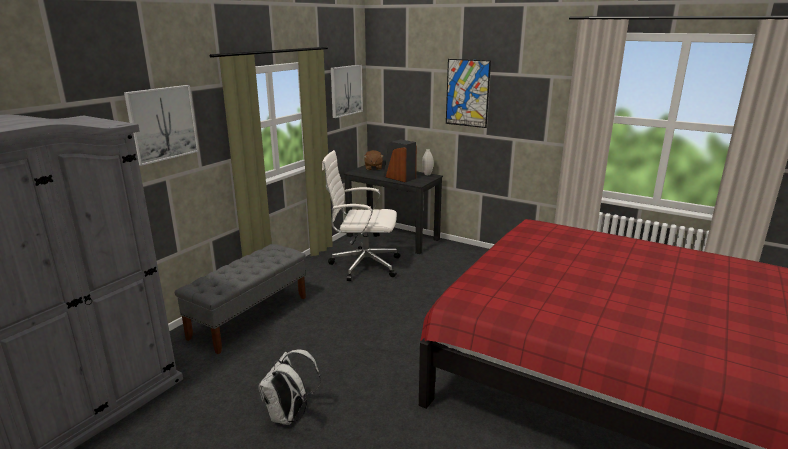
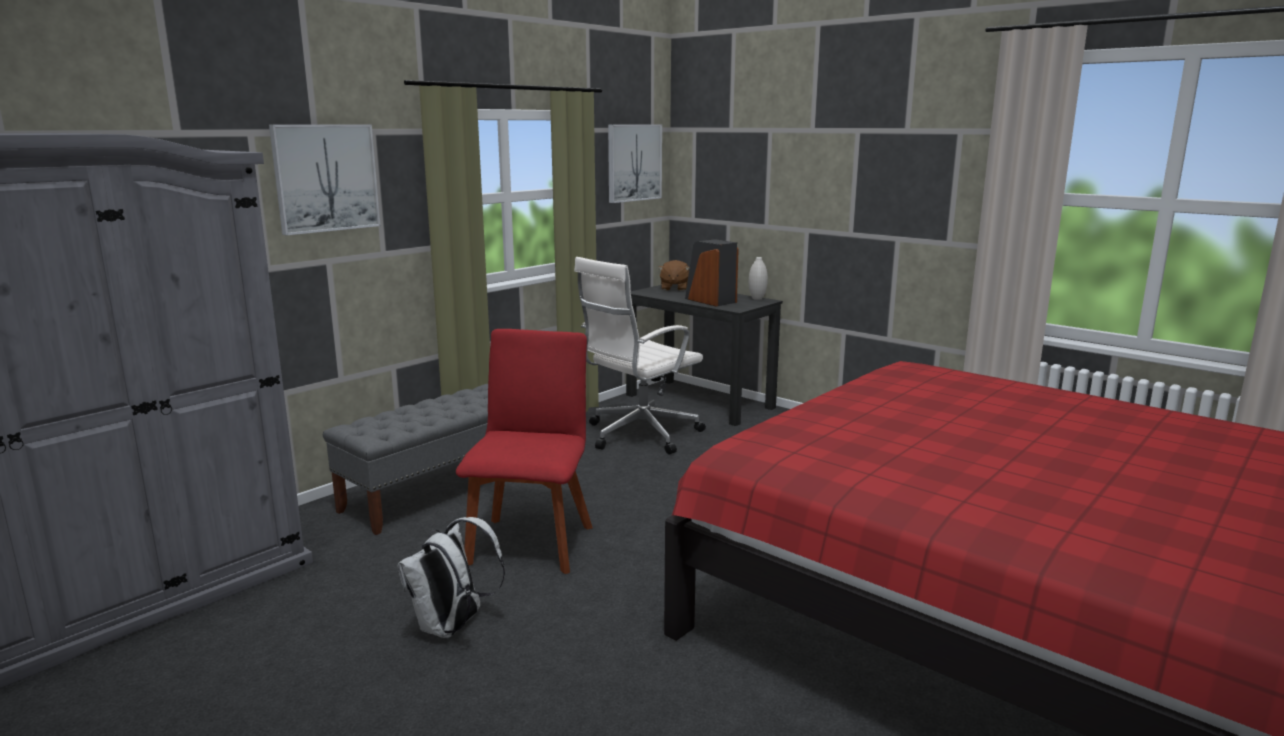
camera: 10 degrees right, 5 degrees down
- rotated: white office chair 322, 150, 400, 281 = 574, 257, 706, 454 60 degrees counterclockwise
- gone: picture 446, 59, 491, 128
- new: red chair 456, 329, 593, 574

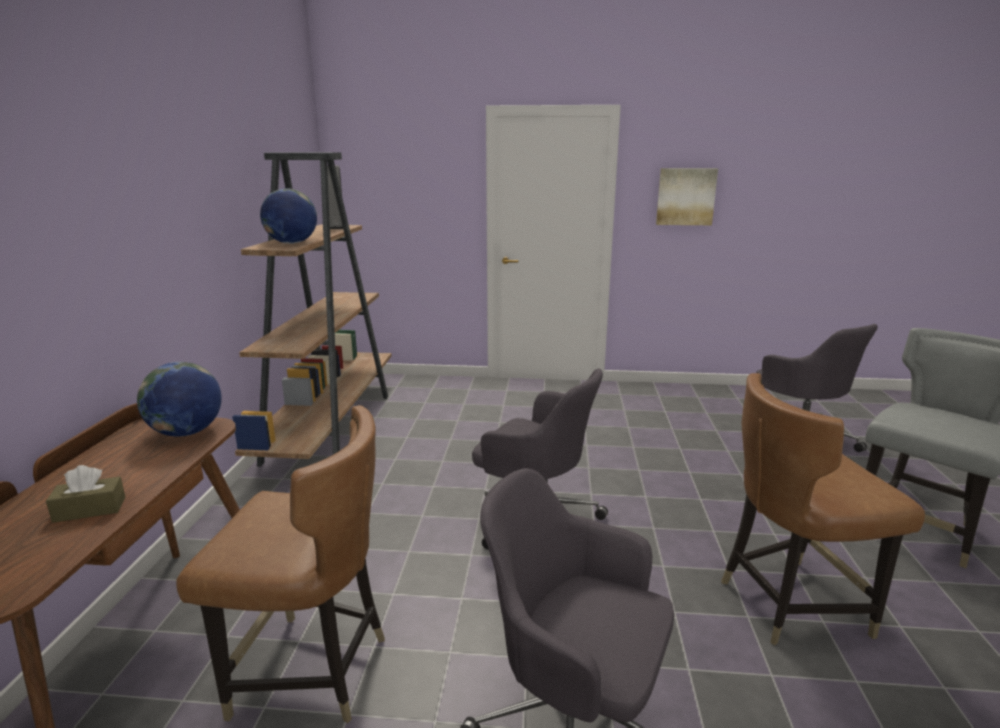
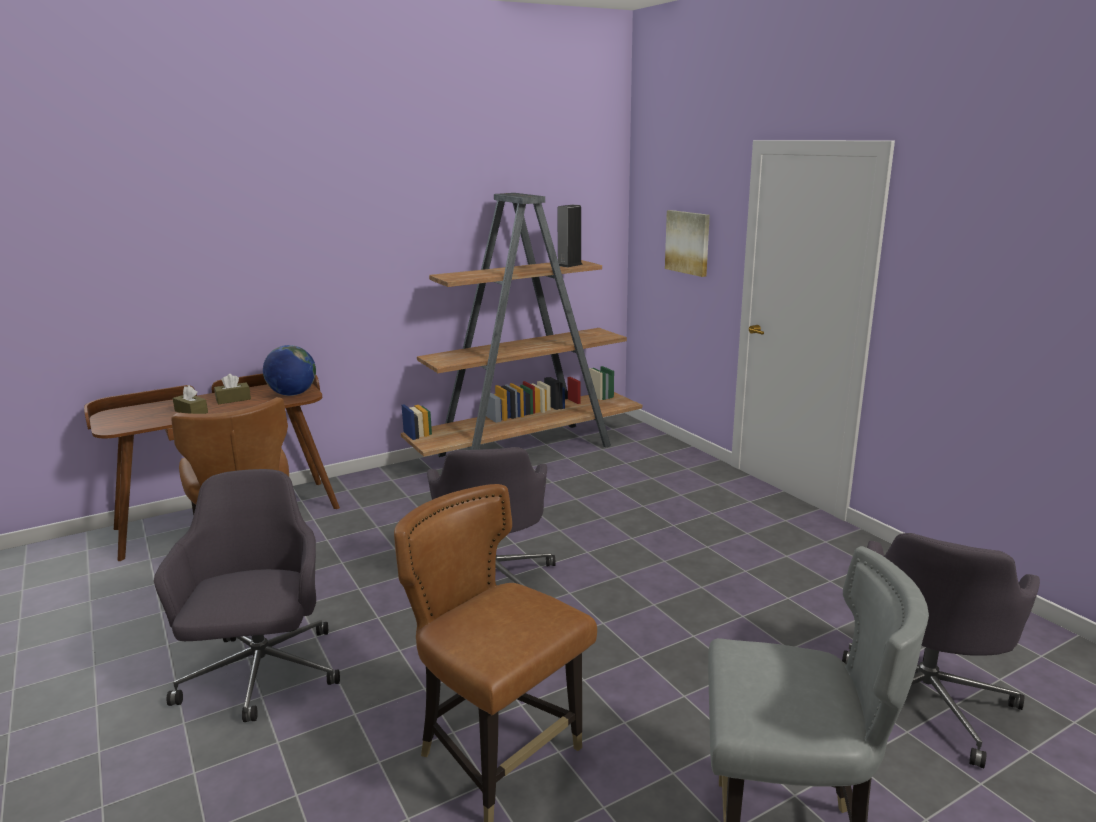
camera: 55 degrees right, 0 degrees up
- gone: globe 260, 188, 317, 244
- shifted: picture 656, 168, 718, 225 to 665, 210, 710, 277
- new: brown tissue box 214, 374, 251, 404

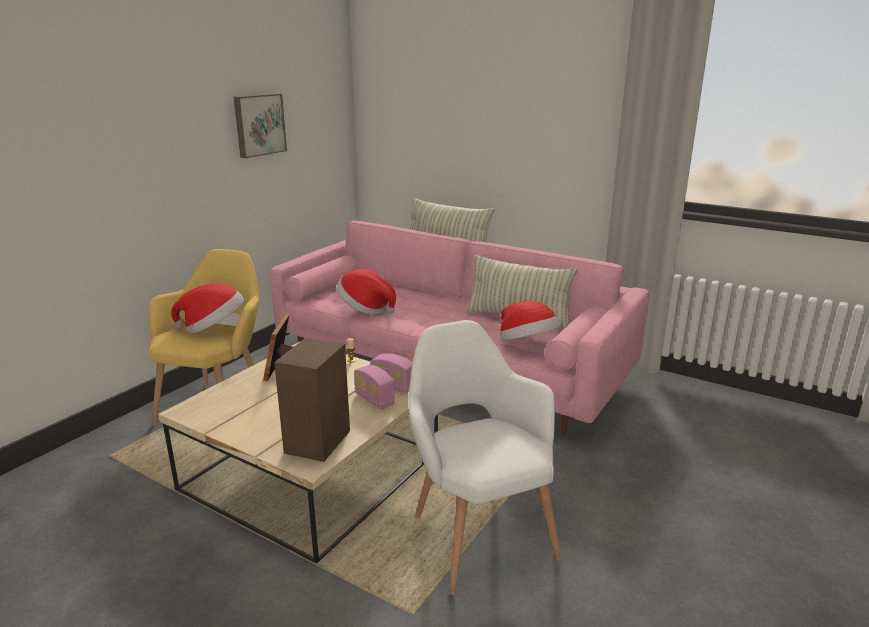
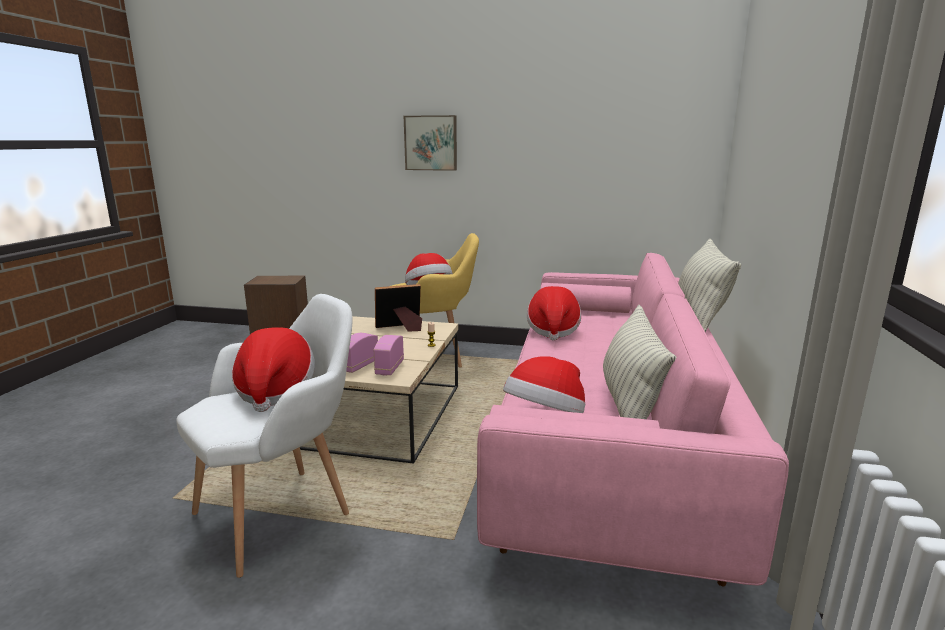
camera: 70 degrees right, 5 degrees down
- shifted: picture 234, 94, 287, 158 to 404, 115, 457, 171
- new: hat 232, 327, 315, 412

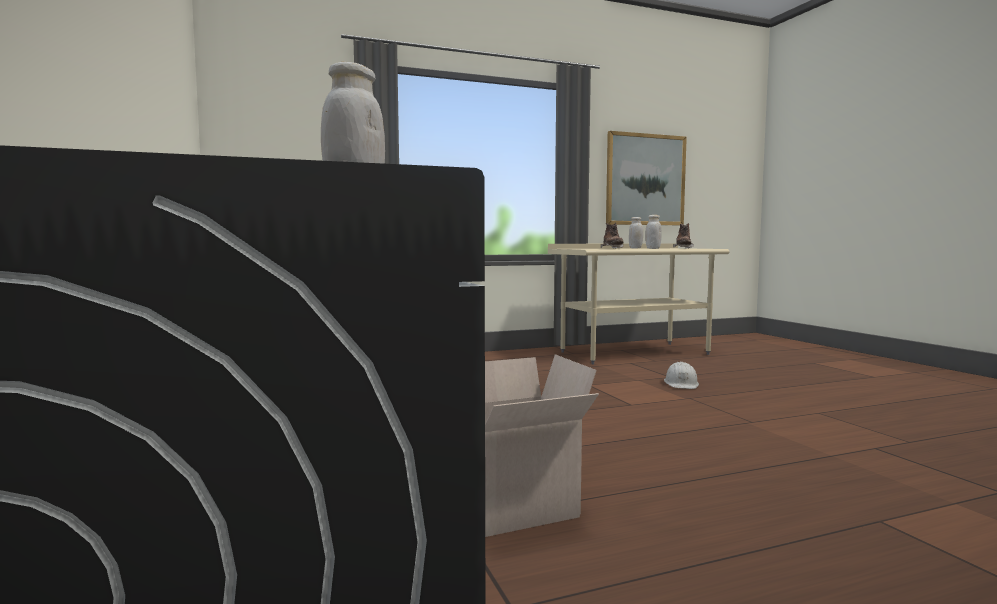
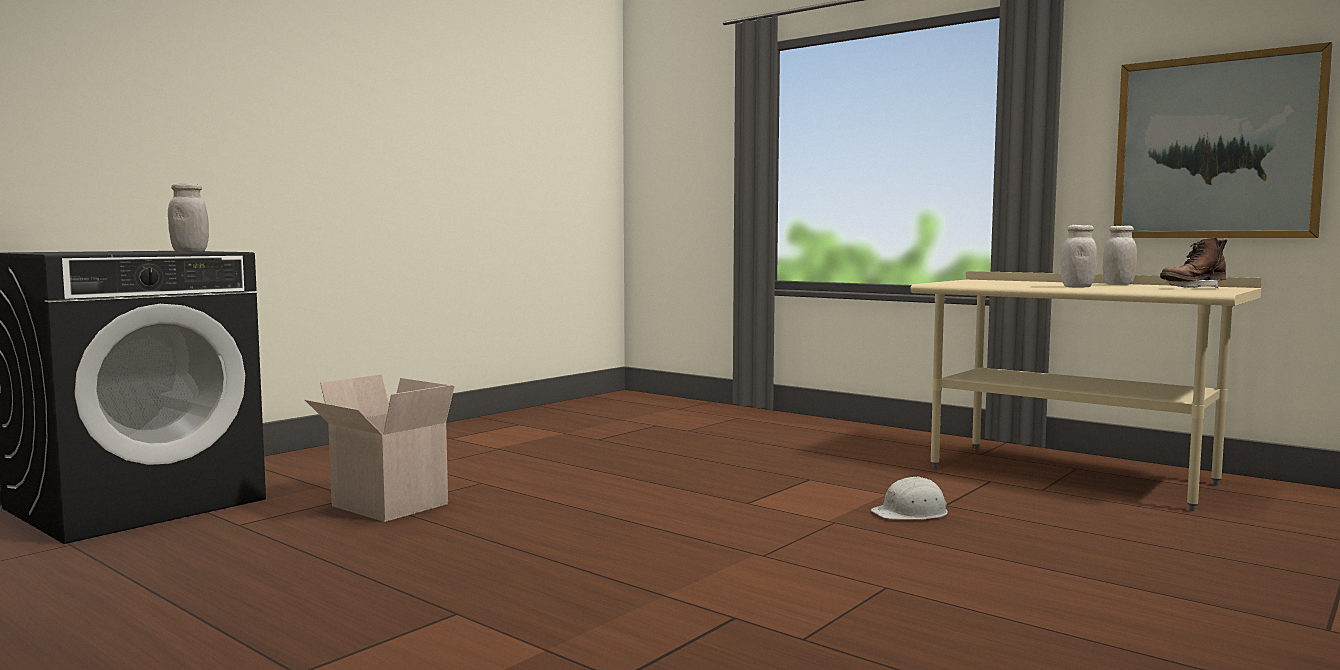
camera: 60 degrees right, 0 degrees up
- gone: brown boot 601, 223, 624, 249

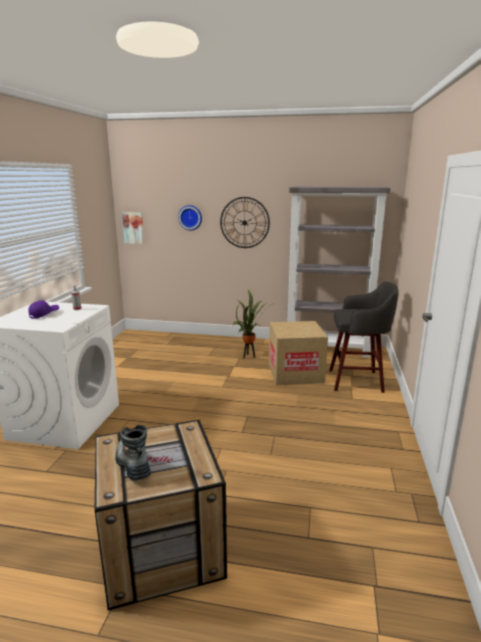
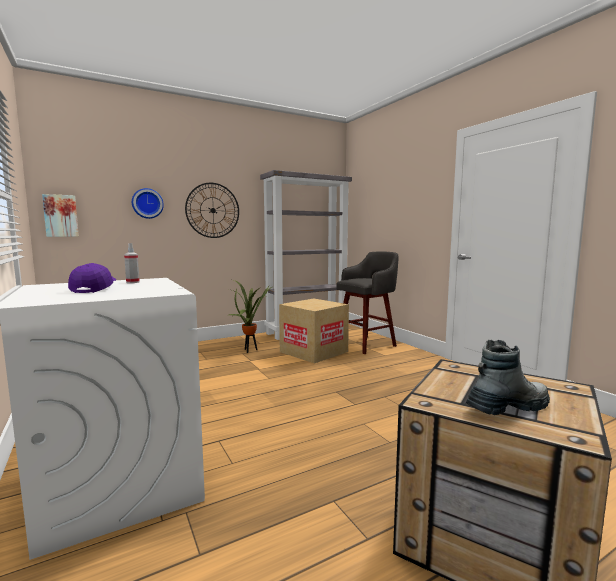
camera: 40 degrees left, 10 degrees down
- rotated: boot 115, 425, 151, 480 = 466, 340, 550, 415 135 degrees clockwise

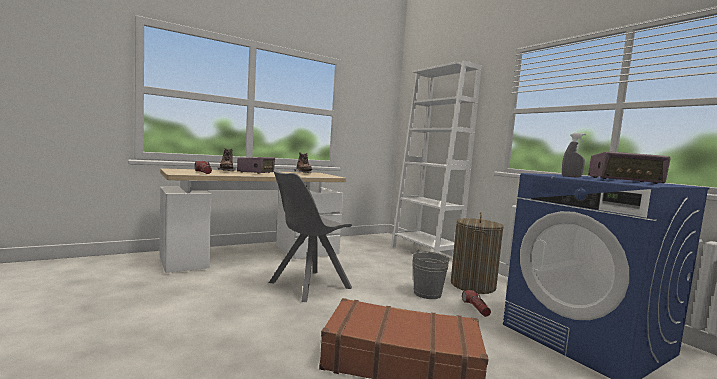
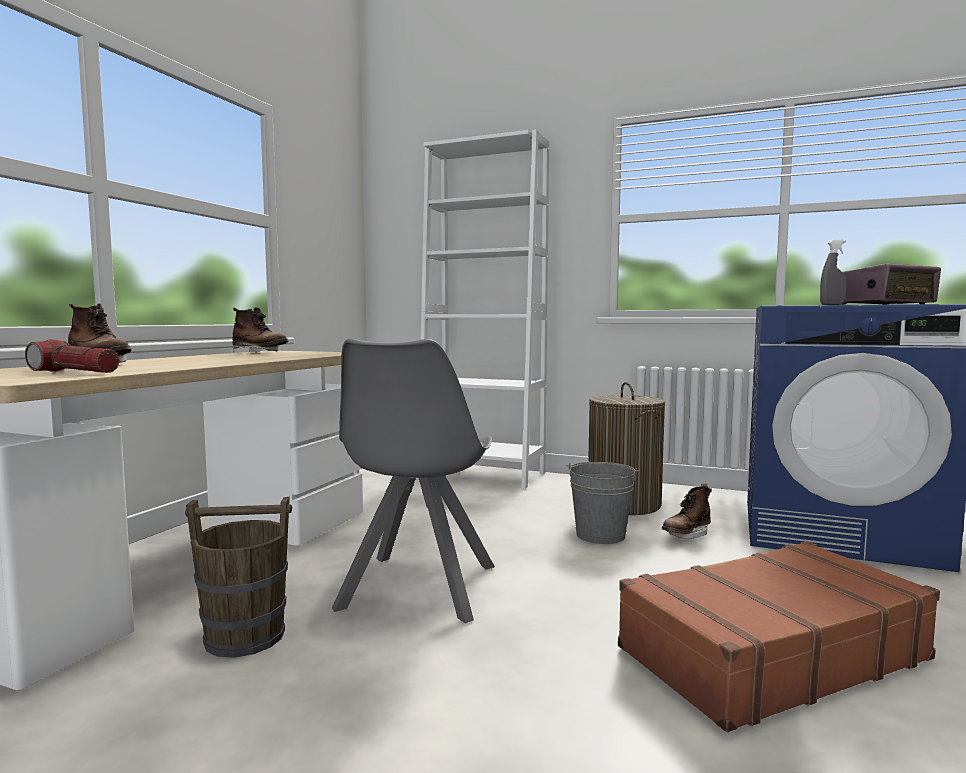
camera: 35 degrees left, 0 degrees up
- gone: radio 237, 157, 275, 174
- swapped: flashlight 462, 290, 491, 317 to brown boot 662, 483, 712, 539
- new: brown bucket 185, 497, 292, 658

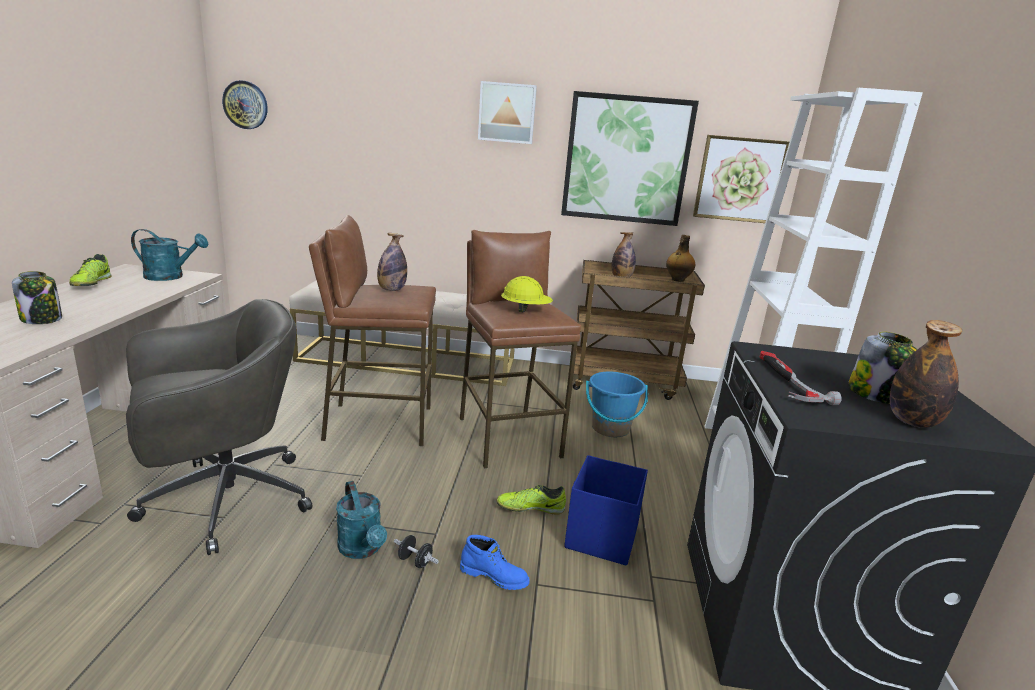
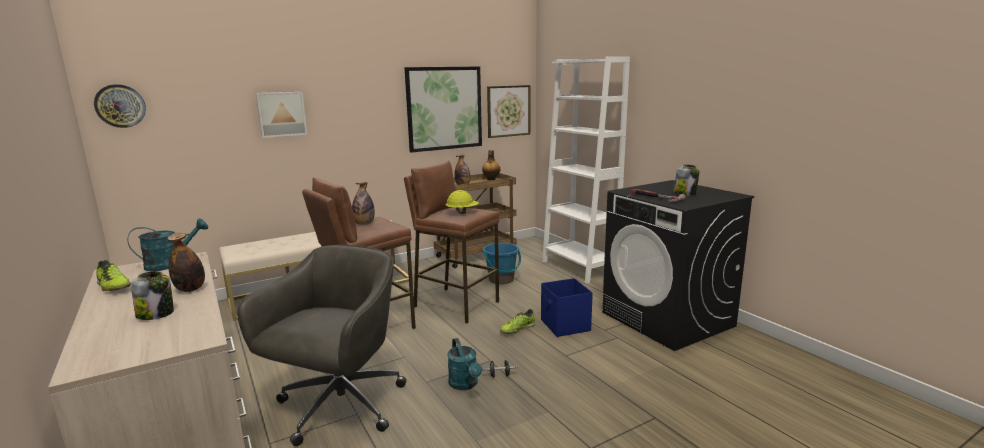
camera: 35 degrees left, 5 degrees down
- rotated: turquoise watering can 336, 481, 387, 559 = 447, 338, 482, 390 45 degrees clockwise
- gone: blue boot 460, 535, 530, 590
- shifted: picture 478, 81, 537, 144 to 256, 92, 307, 138
- shifted: bottle 890, 320, 962, 428 to 167, 233, 205, 292

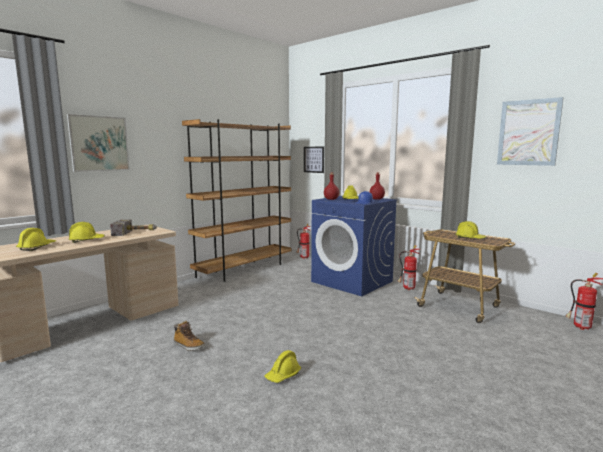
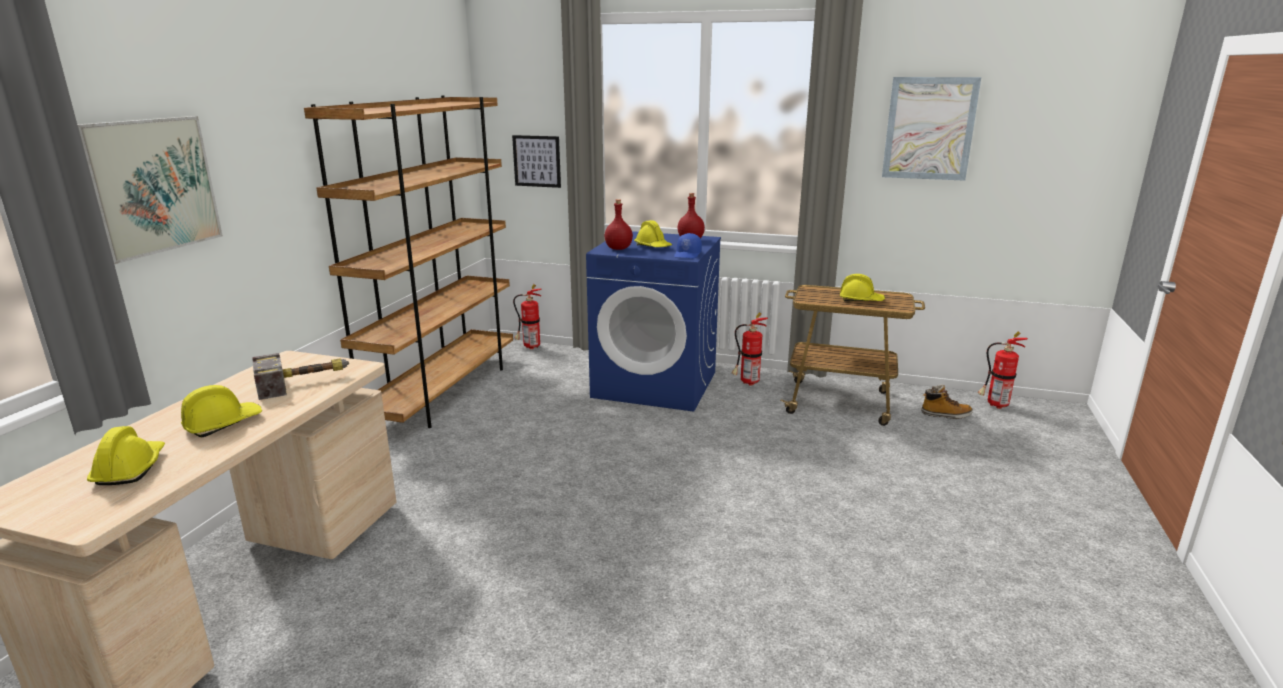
camera: 25 degrees left, 10 degrees up
- shifted: boot 174, 321, 205, 351 to 921, 384, 973, 419
- gone: yellow hard hat 265, 350, 301, 383

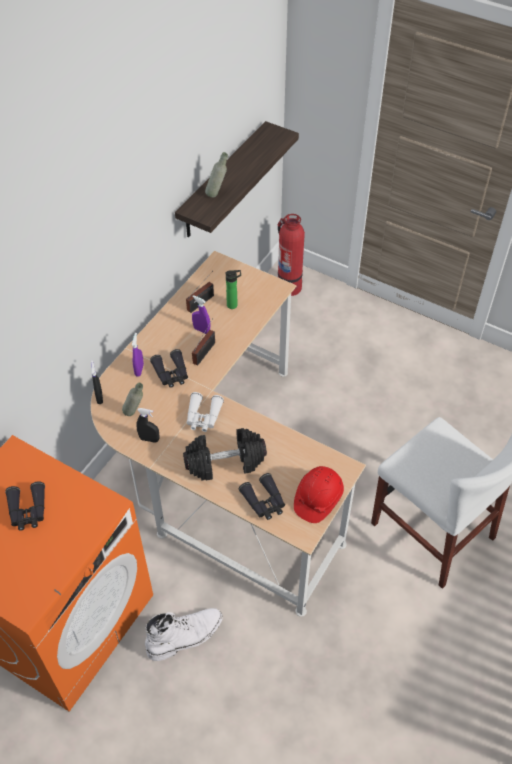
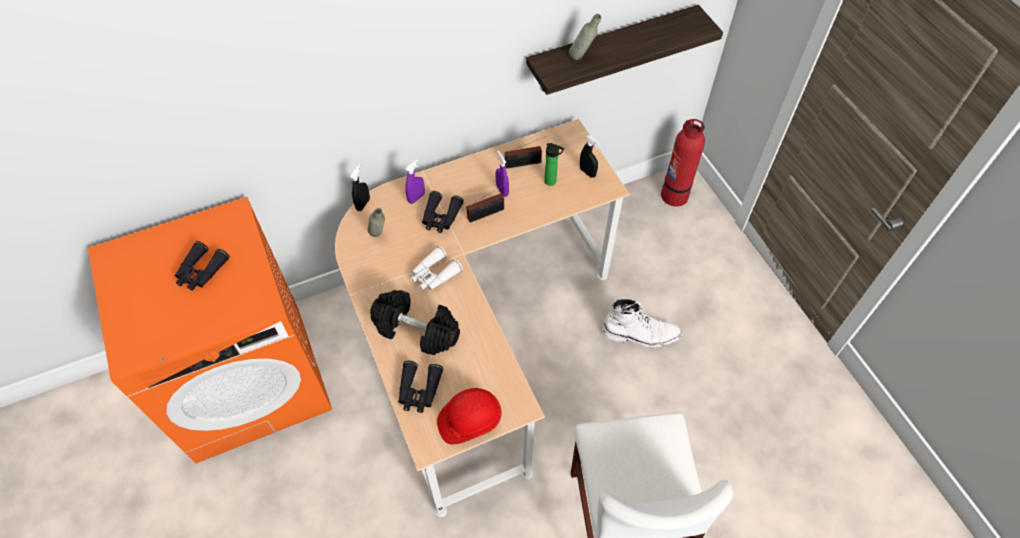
camera: 35 degrees right, 5 degrees up
- shifted: black spray bottle 137, 408, 160, 443 to 580, 135, 599, 178
- shifted: white boot 145, 608, 223, 661 to 602, 299, 681, 347

